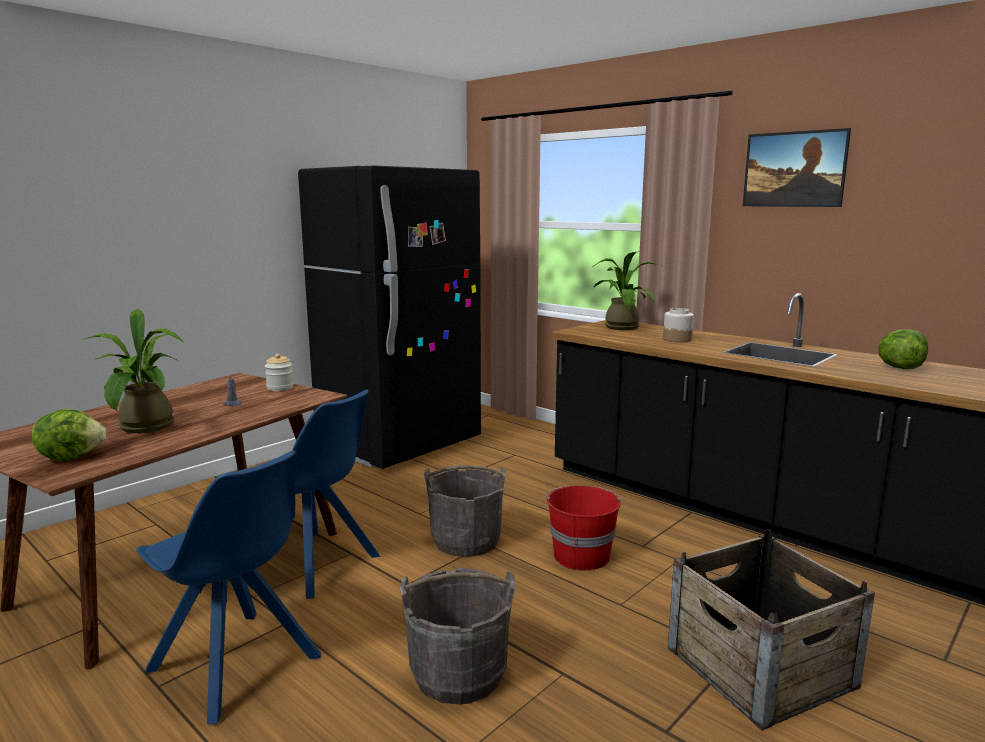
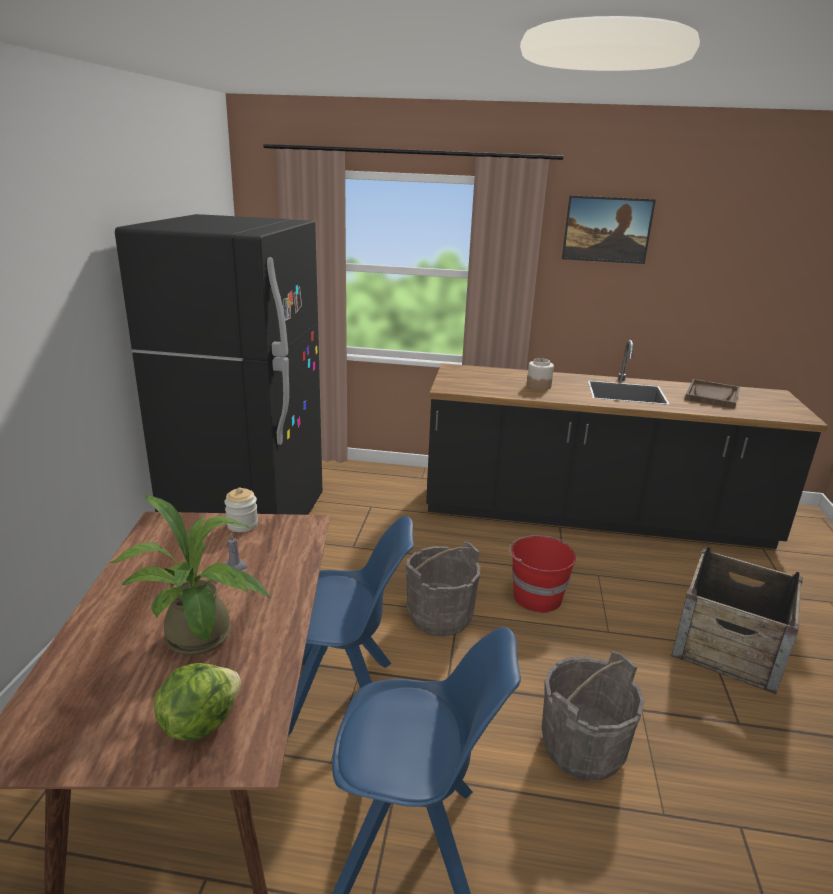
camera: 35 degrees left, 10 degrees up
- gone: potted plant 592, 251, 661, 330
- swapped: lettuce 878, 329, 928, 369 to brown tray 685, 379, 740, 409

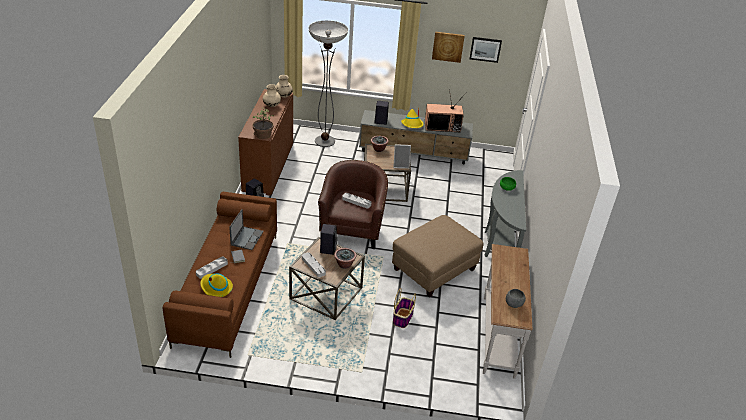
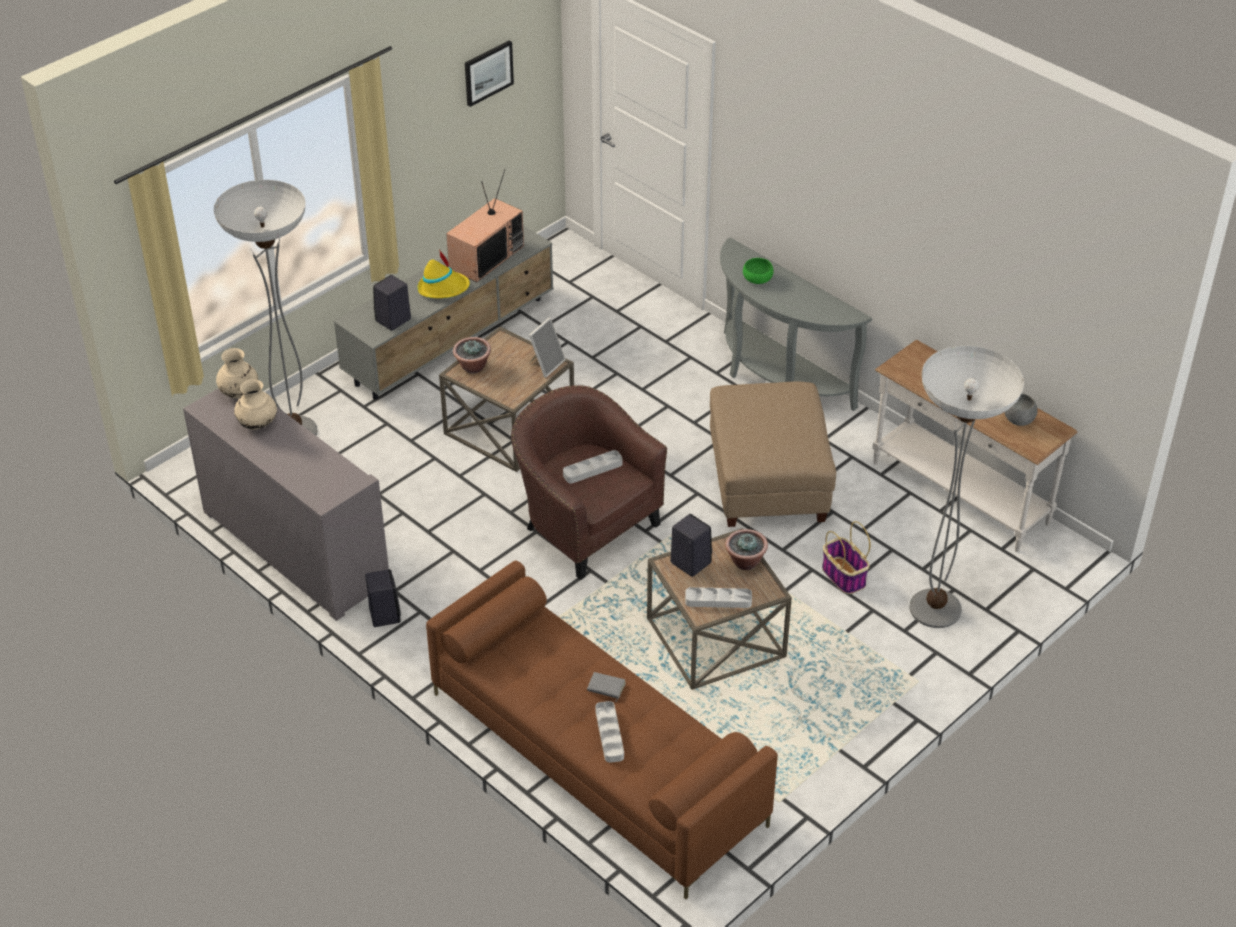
camera: 50 degrees left, 5 degrees up
- gone: yellow hat 200, 273, 233, 297
- gone: laptop 229, 209, 264, 250
- repainted: brown cabinet 238, 89, 293, 195 to grey cabinet 183, 389, 389, 621
- gone: potted plant 252, 108, 274, 139
- gone: picture 432, 32, 465, 63
- new: floor lamp 910, 346, 1024, 628

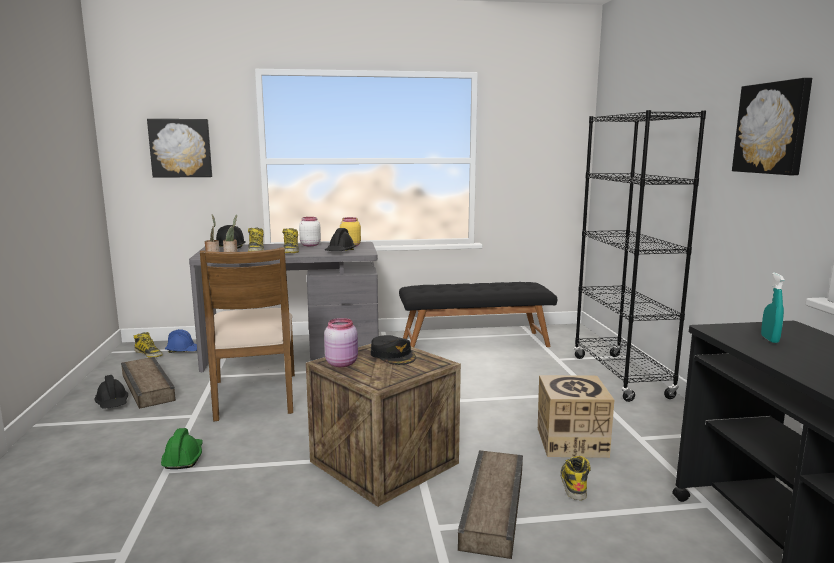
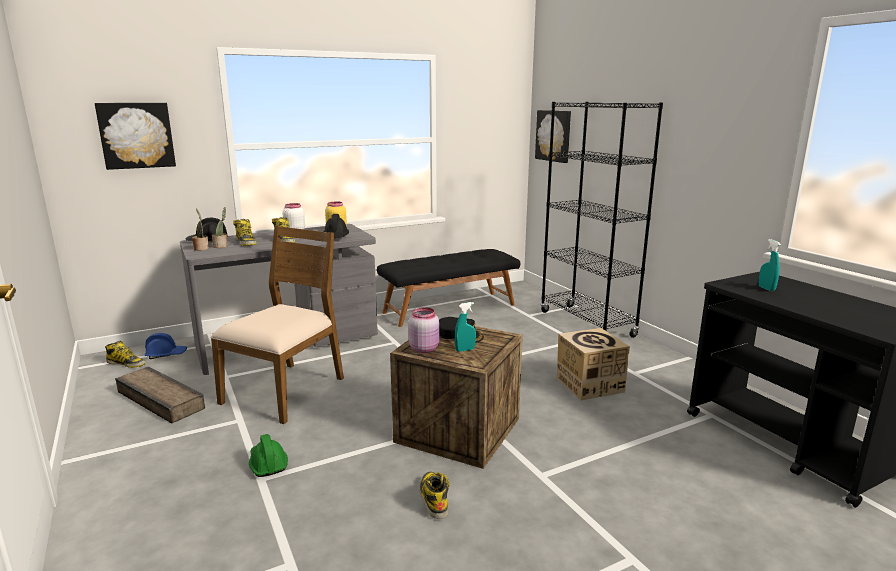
camera: 20 degrees left, 5 degrees up
- gone: black hard hat 94, 375, 128, 409
- rotated: brown chair 200, 247, 295, 422 = 211, 226, 344, 424 120 degrees counterclockwise
- gone: crate 458, 450, 523, 559
- shifted: boot 560, 456, 591, 500 to 420, 471, 450, 519
- shifted: picture 732, 78, 812, 175 to 535, 110, 571, 163
- new: turquoise spray bottle 455, 302, 476, 352

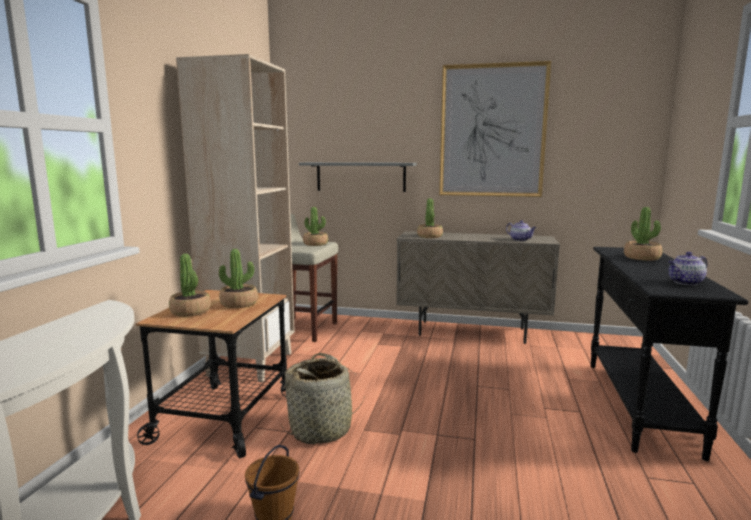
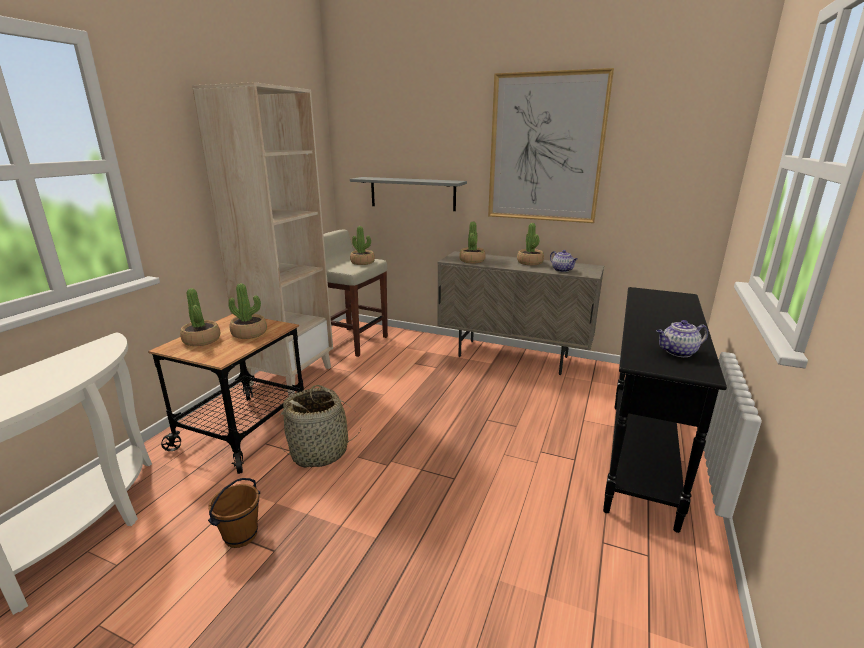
camera: 10 degrees right, 10 degrees up
- shifted: potted plant 624, 207, 663, 261 to 517, 223, 544, 265

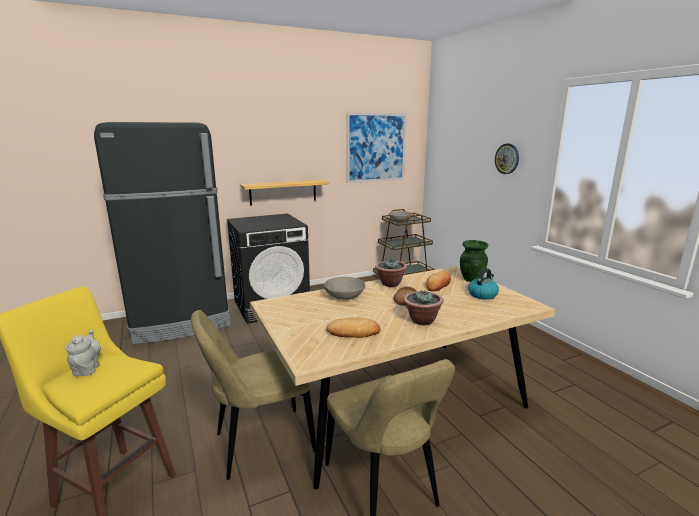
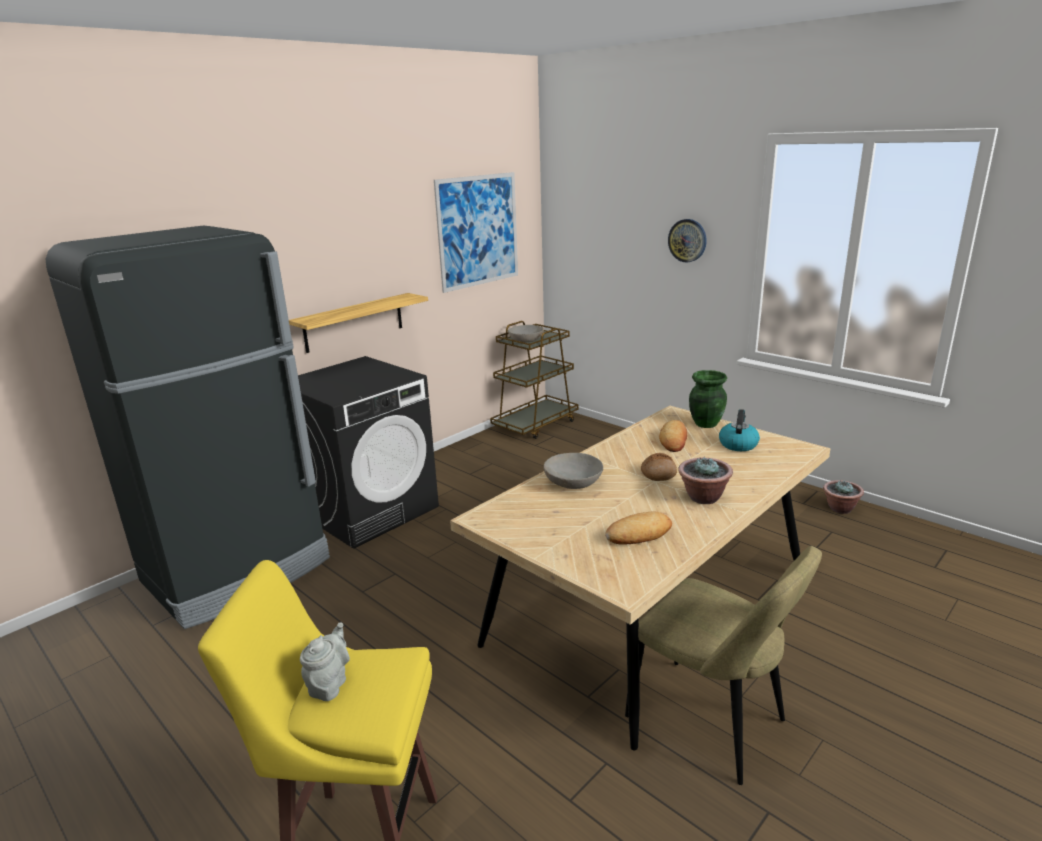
camera: 20 degrees left, 5 degrees up
- rotated: grey teapot 66, 330, 101, 376 = 300, 622, 350, 701 45 degrees clockwise
- gone: beige chair 191, 310, 316, 480
- shifted: potted plant 375, 259, 407, 287 to 823, 480, 864, 514

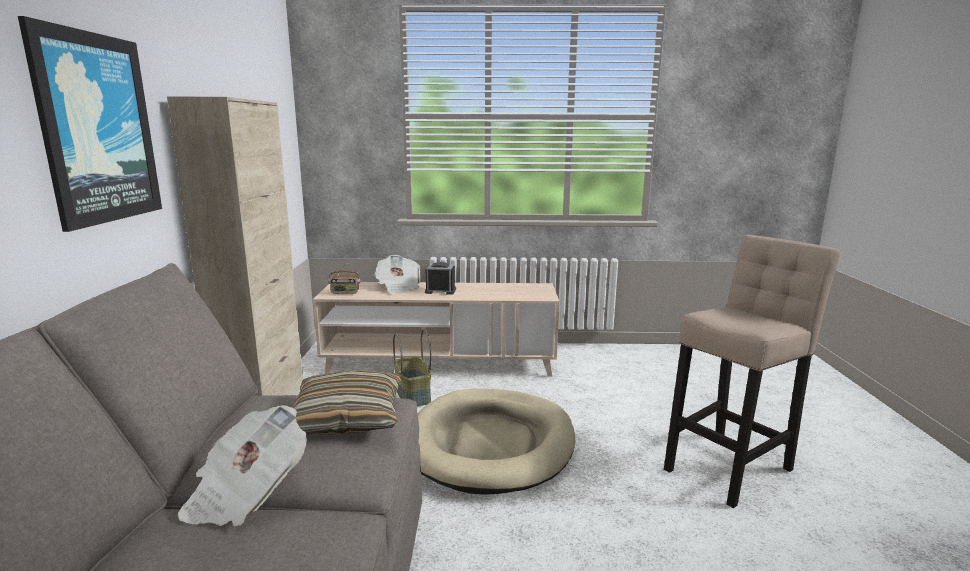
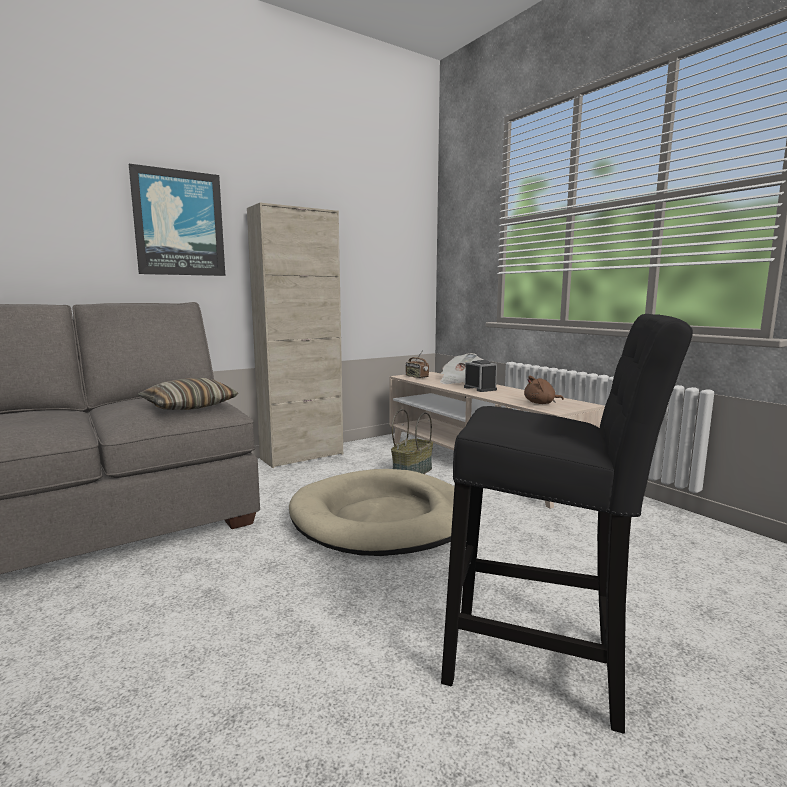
camera: 55 degrees right, 5 degrees down
- gone: newspaper 178, 405, 307, 527
- repainted: beige stool 664, 235, 840, 508 to black stool 441, 314, 693, 734
- new: brown plush toy 524, 376, 564, 404

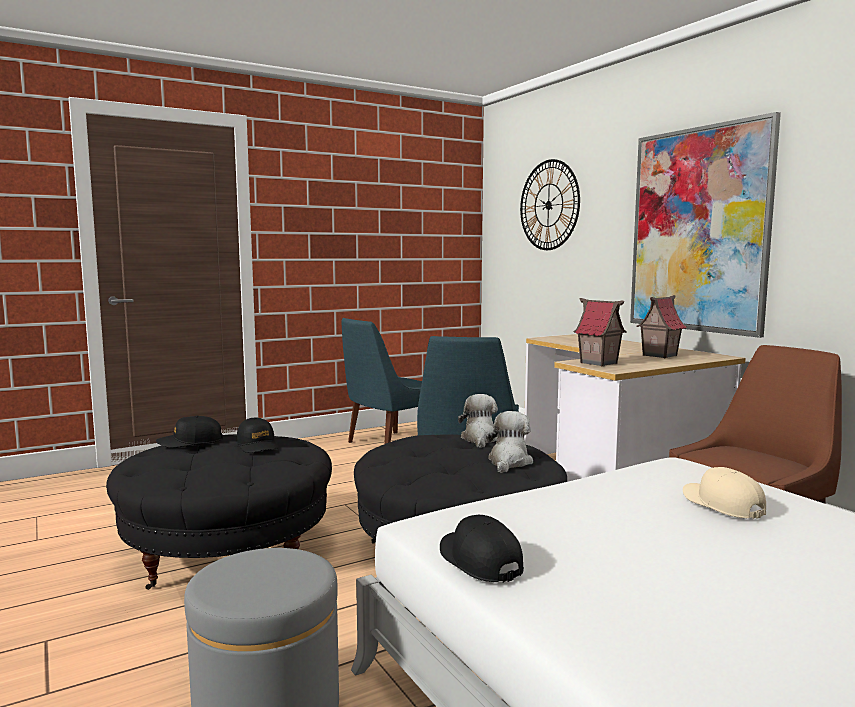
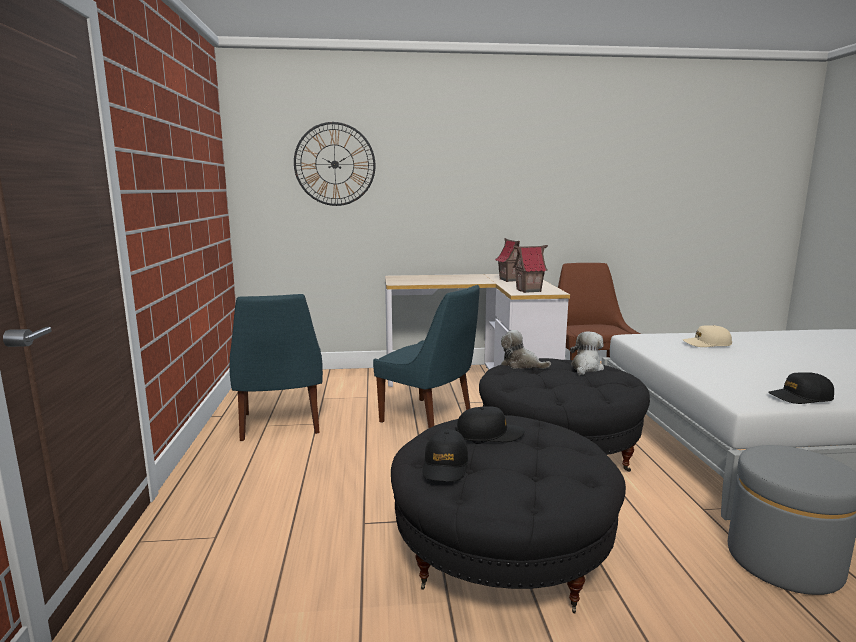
camera: 65 degrees left, 5 degrees up
- rotated: plush toy 486, 411, 533, 473 = 570, 331, 604, 375 75 degrees clockwise
- gone: picture 630, 112, 781, 338

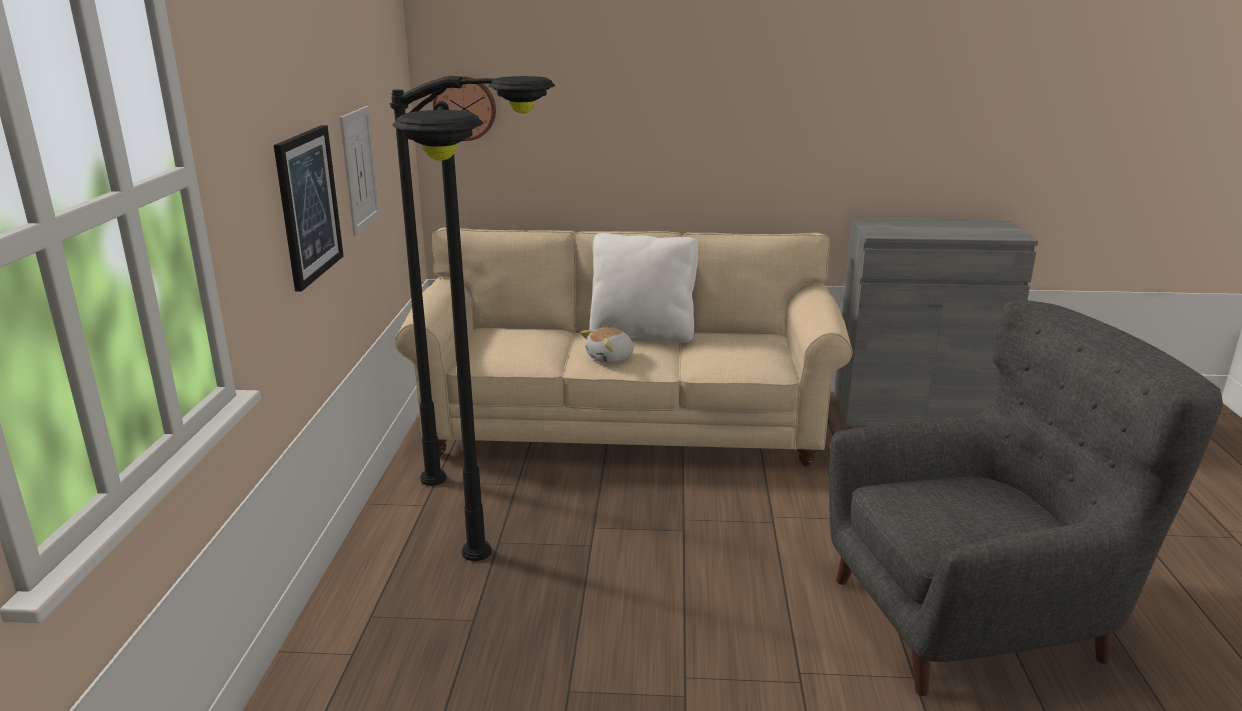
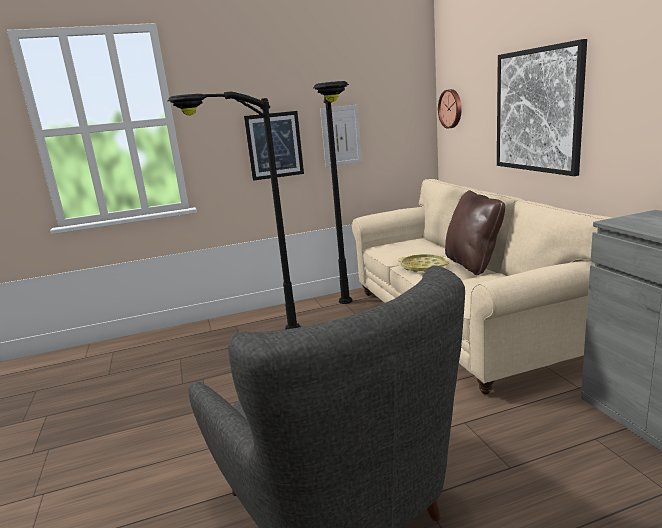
camera: 70 degrees right, 5 degrees down
- swapped: plush toy 580, 327, 634, 363 to yellow tray 398, 254, 449, 272
- repainted: white pillow 589, 233, 698, 343 to brown pillow 445, 190, 505, 275
- new: picture 497, 39, 587, 176

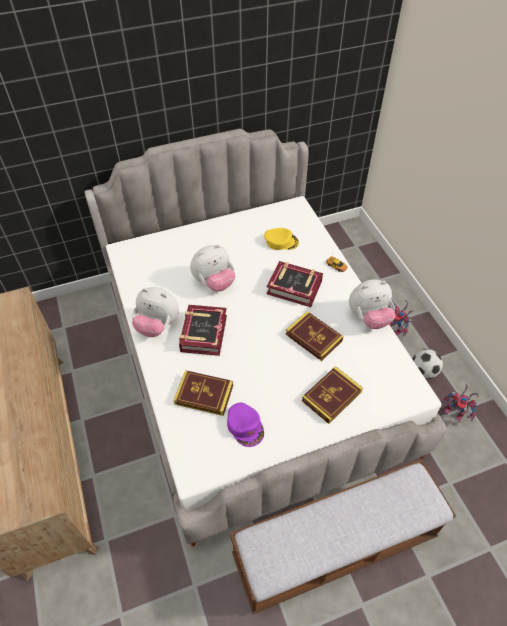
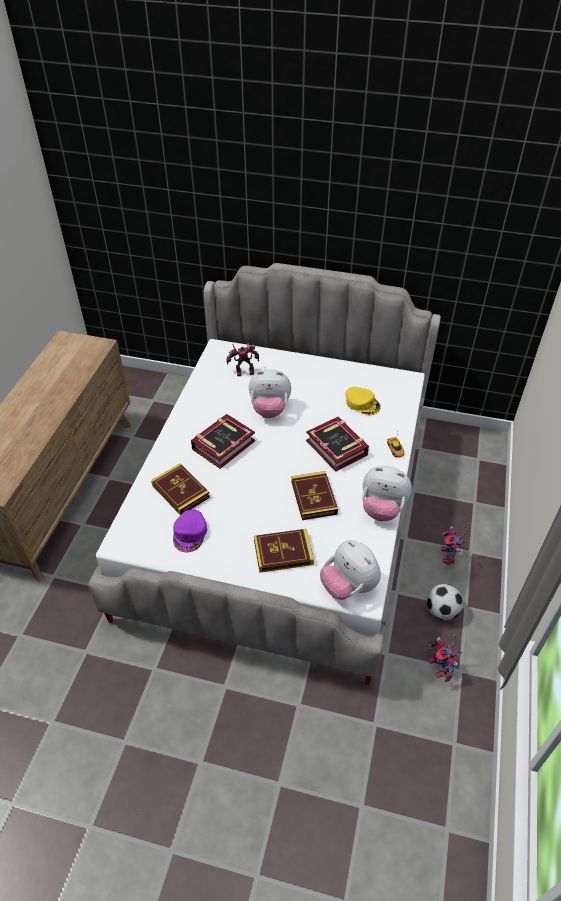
camera: 35 degrees right, 5 degrees down
- shifted: plush toy 132, 287, 179, 337 to 320, 540, 381, 600
- gone: bench 230, 459, 456, 614
- new: toy robot 226, 343, 259, 376

